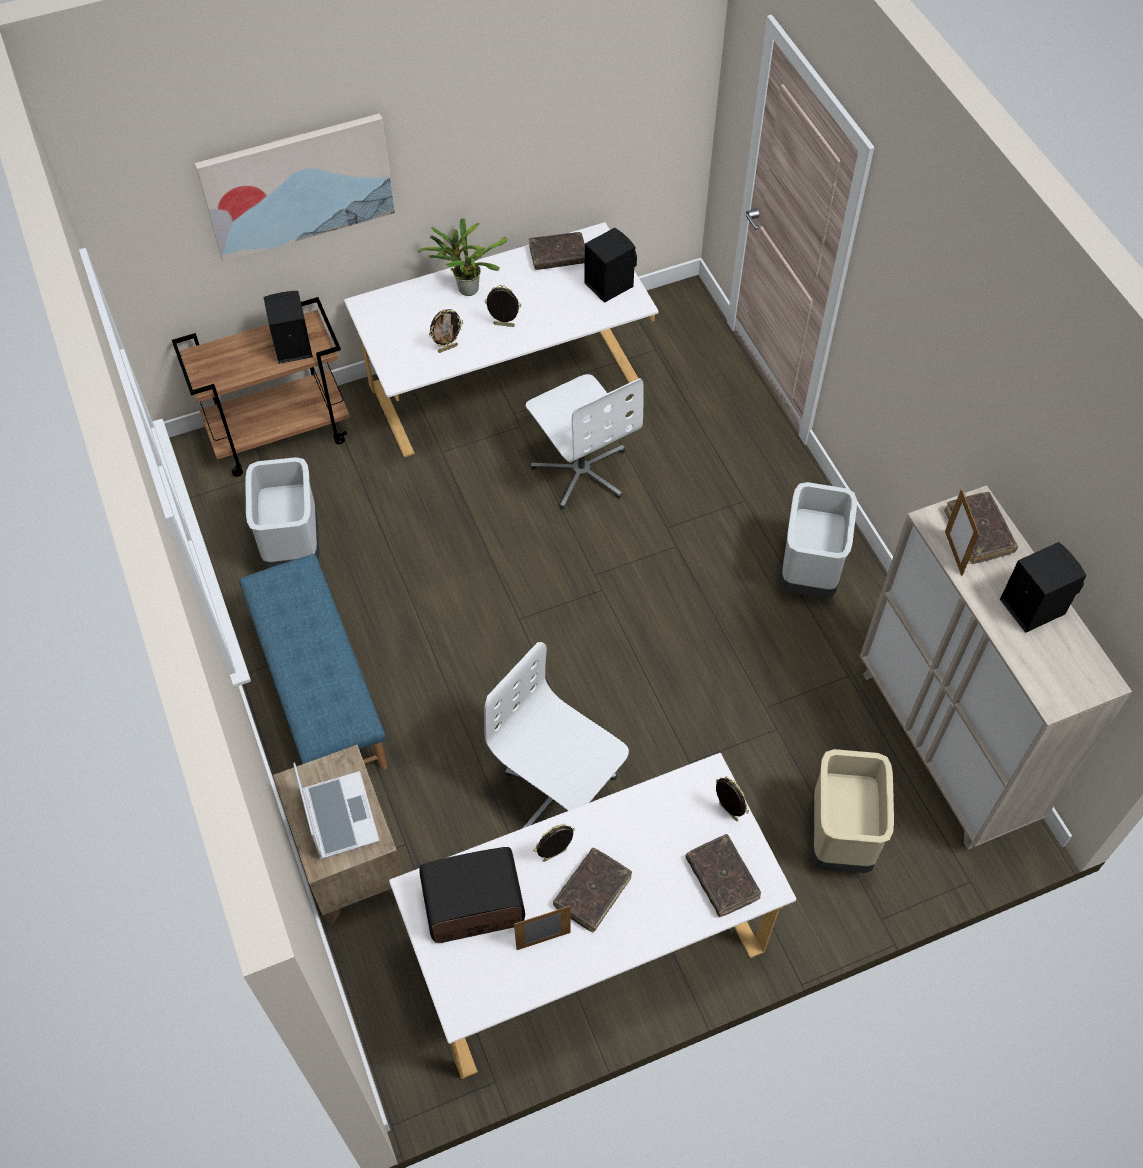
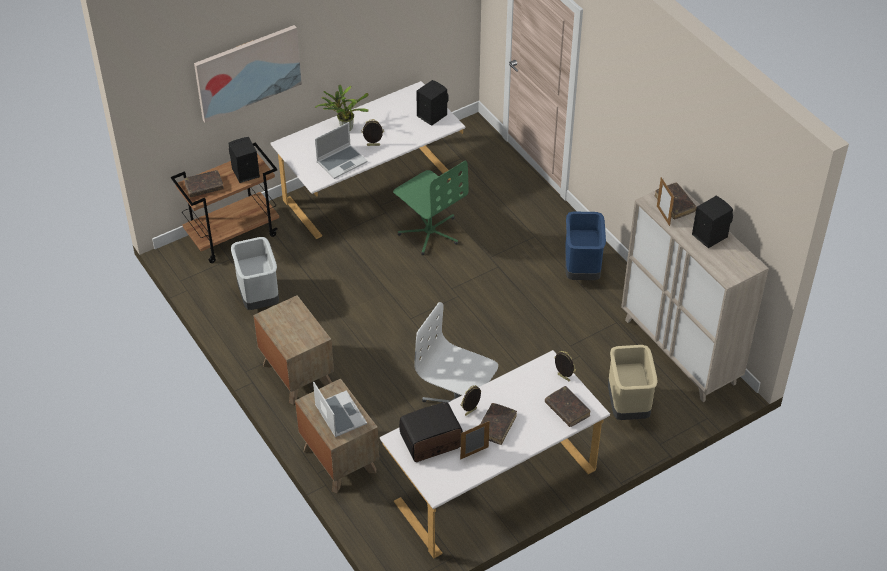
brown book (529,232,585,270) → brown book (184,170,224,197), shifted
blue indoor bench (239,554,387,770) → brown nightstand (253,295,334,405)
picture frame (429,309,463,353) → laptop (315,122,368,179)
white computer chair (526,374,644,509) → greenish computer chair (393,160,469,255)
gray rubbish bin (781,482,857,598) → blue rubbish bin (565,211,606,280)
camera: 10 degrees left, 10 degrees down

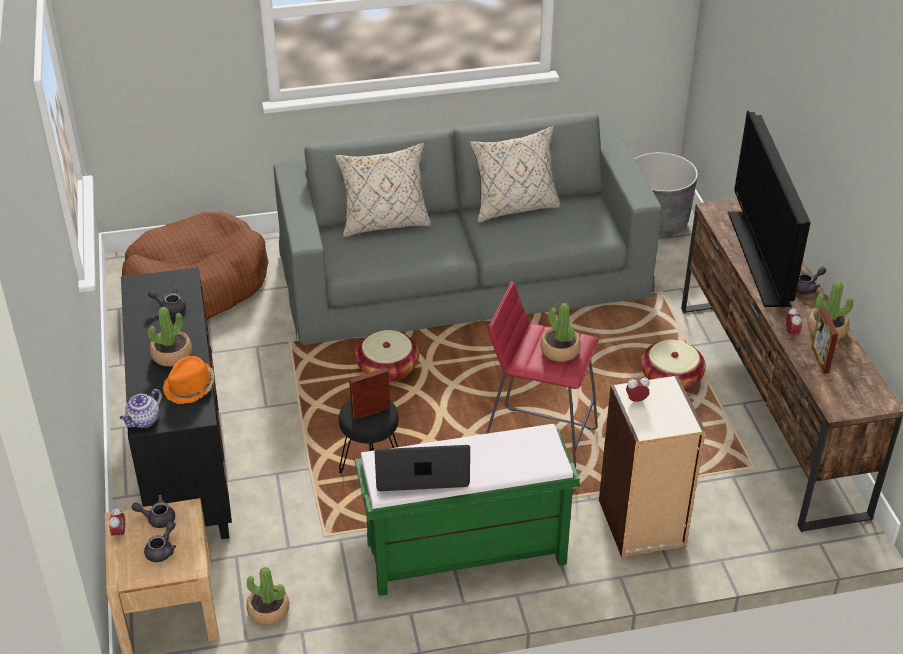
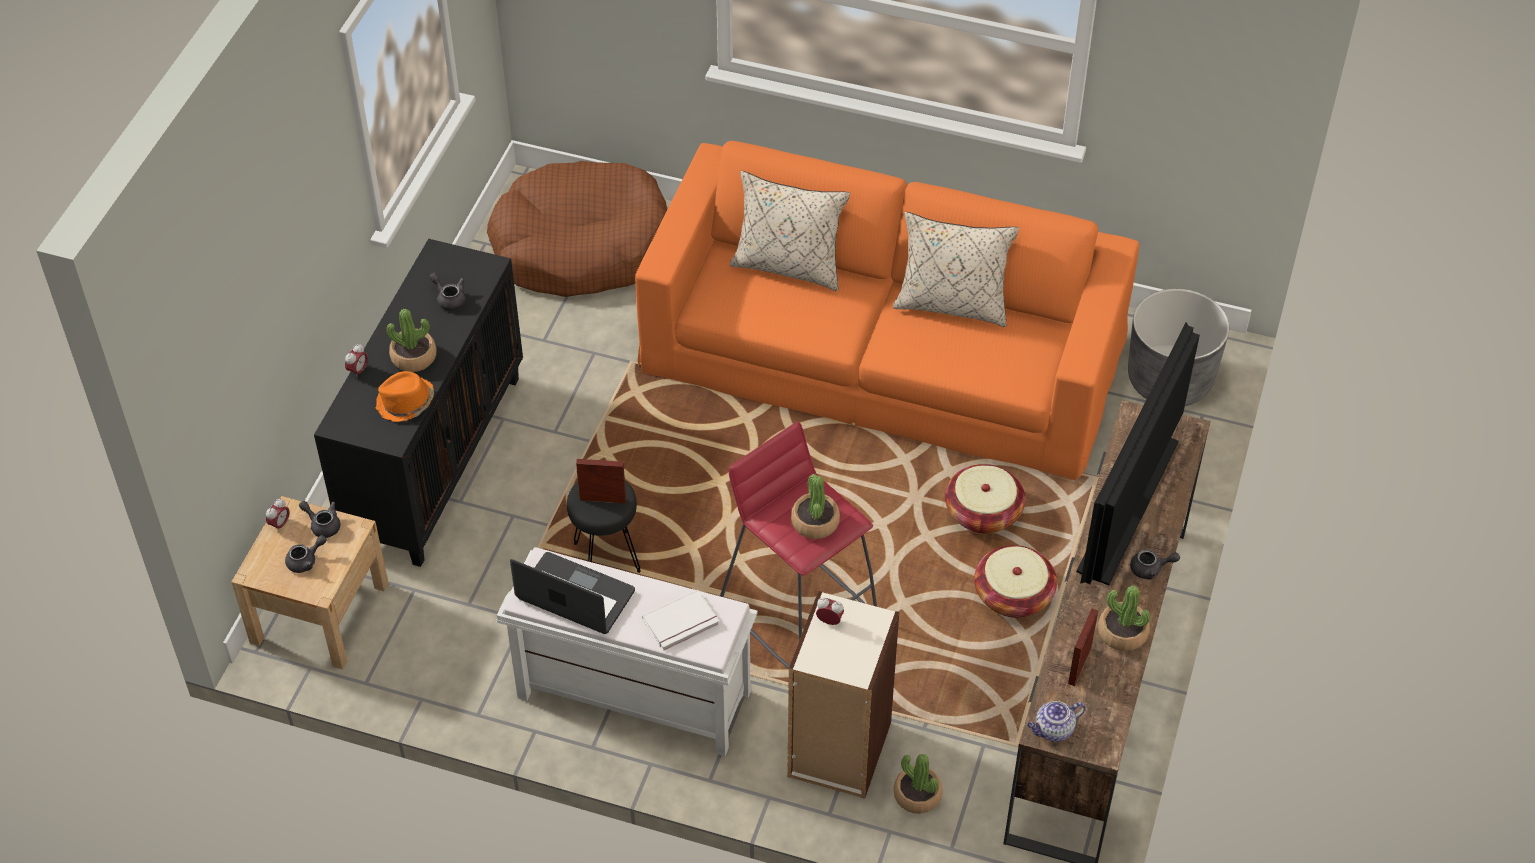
alarm clock (786,308,802,338) → alarm clock (345,344,368,376), shifted
greenish indoor bench (355,424,580,596) → white indoor bench (497,547,758,756)
gray couch (274,112,662,345) → orange-coloured couch (635,141,1139,480)
- → white book (642,590,719,651)
potted plant (246,567,290,625) → potted plant (893,754,943,814), shifted
storage basket (355,330,419,383) → storage basket (945,464,1025,534), shifted
pot for tea (120,389,162,428) → pot for tea (1027,701,1085,742), shifted
camera: 30 degrees right, 10 degrees up

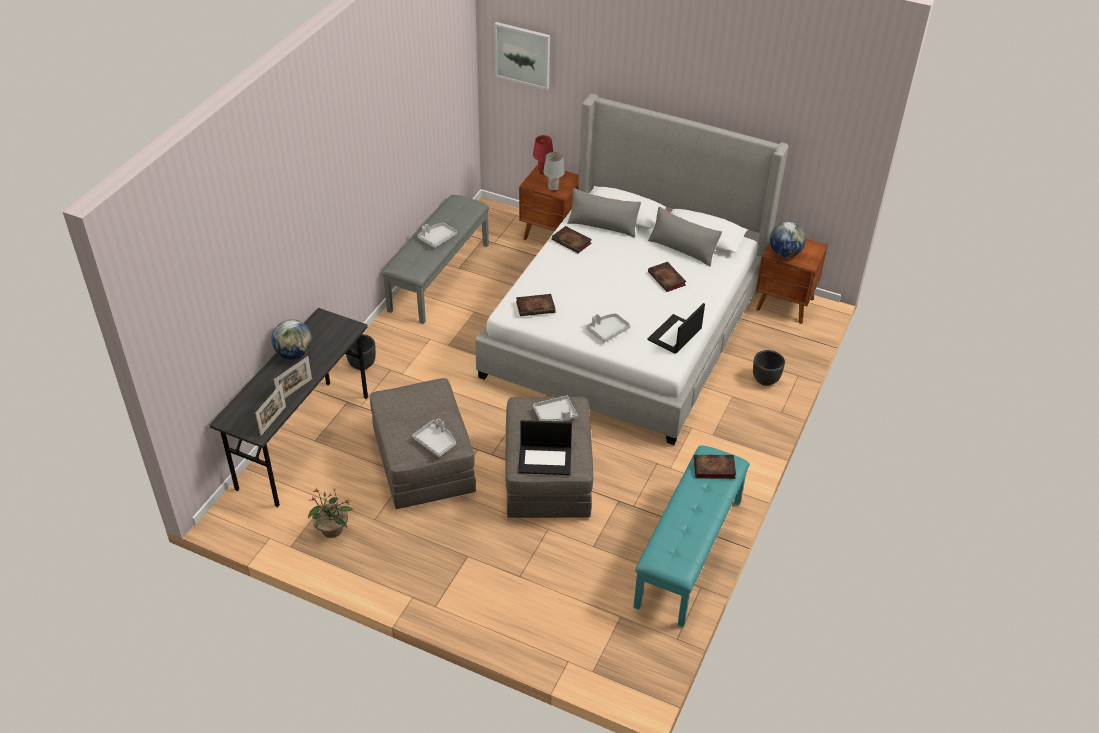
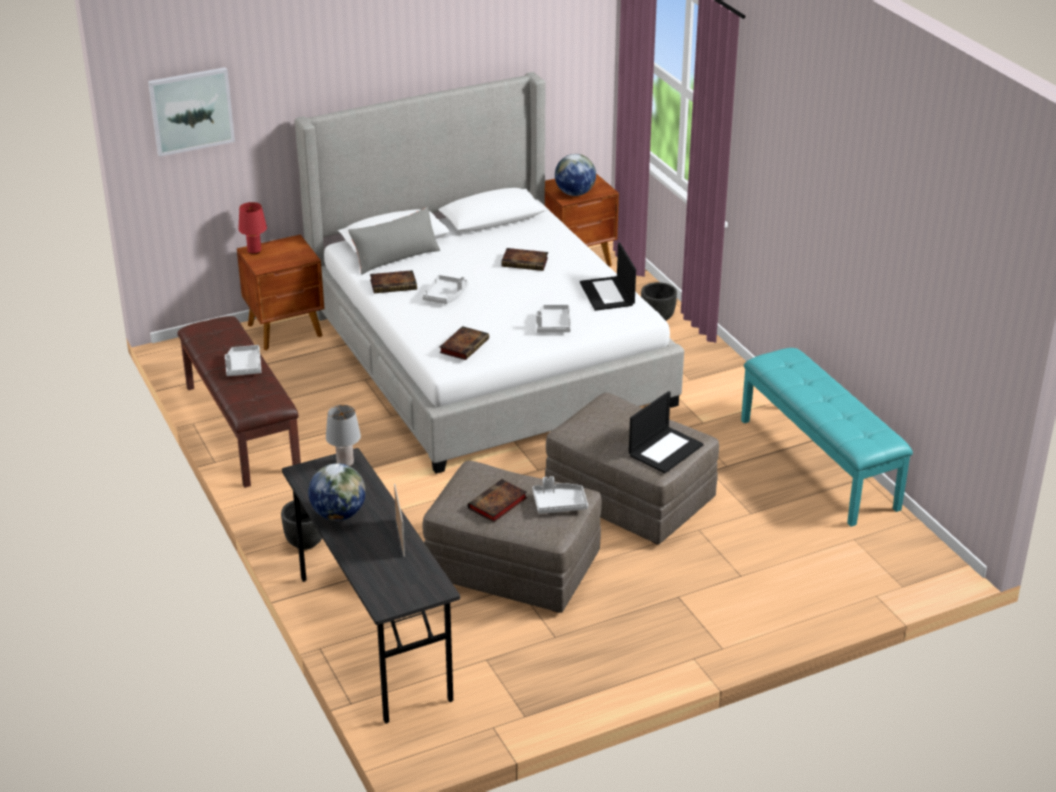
gray indoor bench (382,195,489,324) → brown indoor bench (177,316,301,488)
gray table lamp (543,152,565,191) → gray table lamp (326,405,361,467), shifted
gray serving tray (533,396,578,422) → gray serving tray (422,275,468,304), shifted
book (694,454,736,479) → book (468,479,527,522), shifted
picture frame (255,384,286,436) → -
potted plant (308,487,353,538) → -
gray pillow (648,206,722,267) → -
camera: 50 degrees left, 10 degrees down

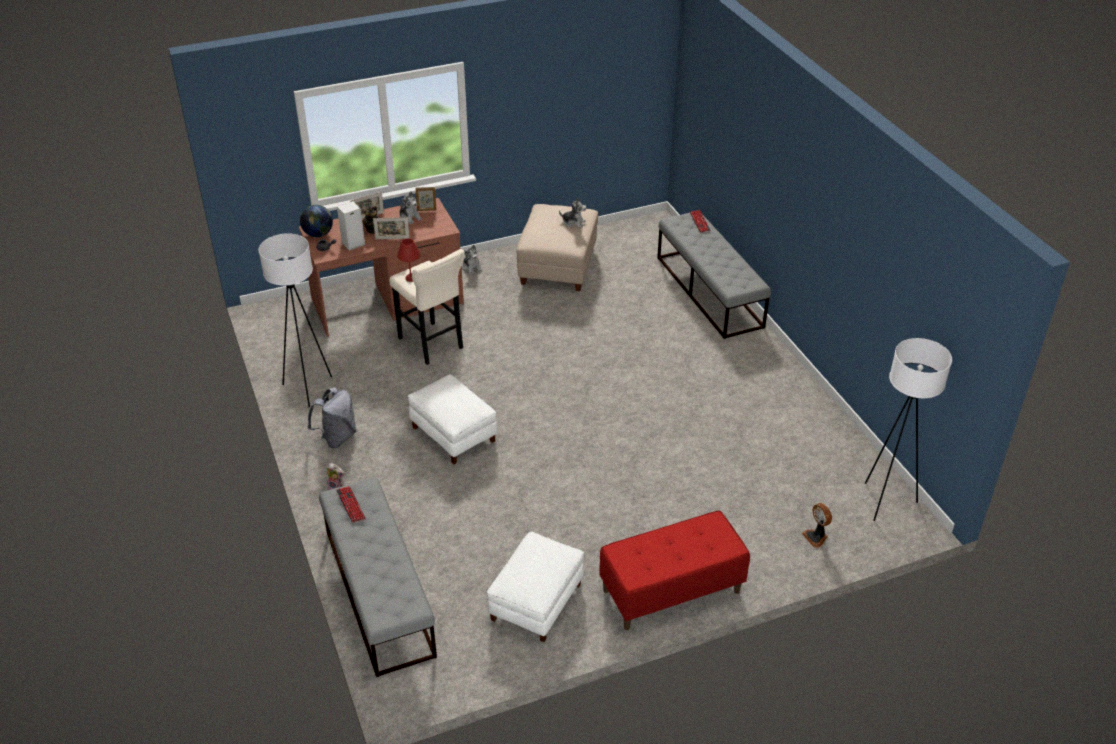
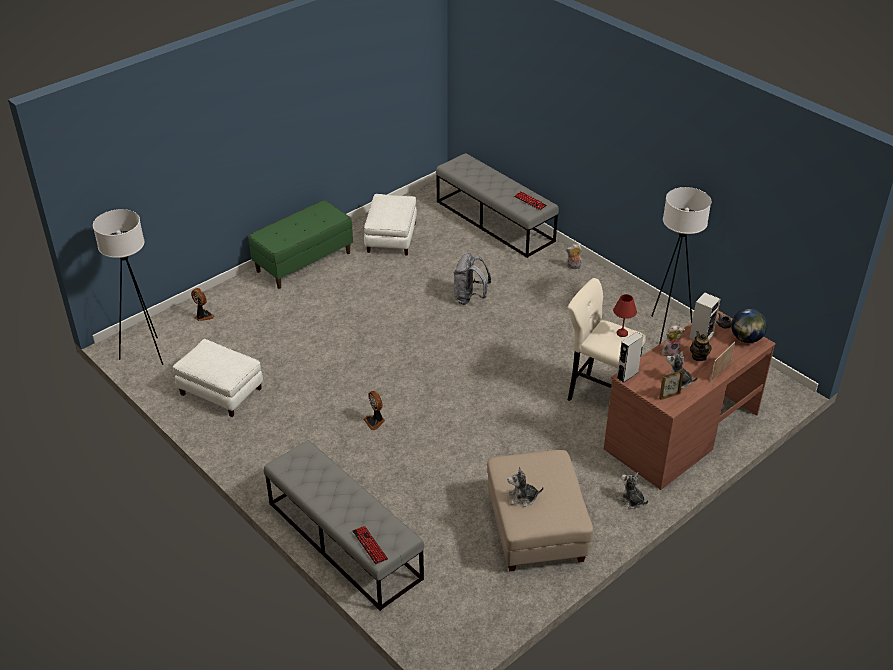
white ottoman (408,374,498,464) → white ottoman (173,339,263,417), shifted
red indoor bench (599,511,750,630) → greenish indoor bench (249,200,353,289)
- → cooling fan (364,391,385,430)
gray rucksack (307,387,357,448) → gray rucksack (453,253,491,305), shifted
- → gray speaker (617,332,643,383)
picture frame (373,217,410,239) → cuddly toy (662,325,685,356)
camera: 160 degrees right, 0 degrees up

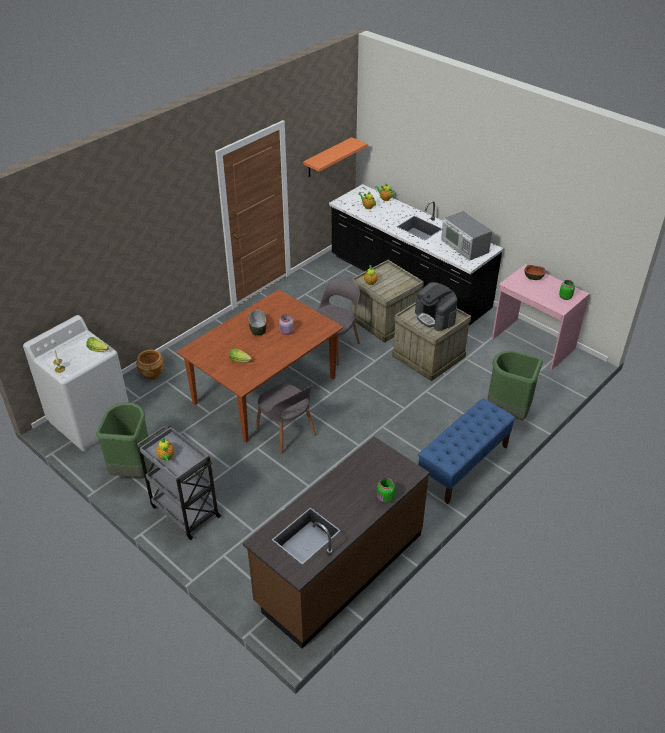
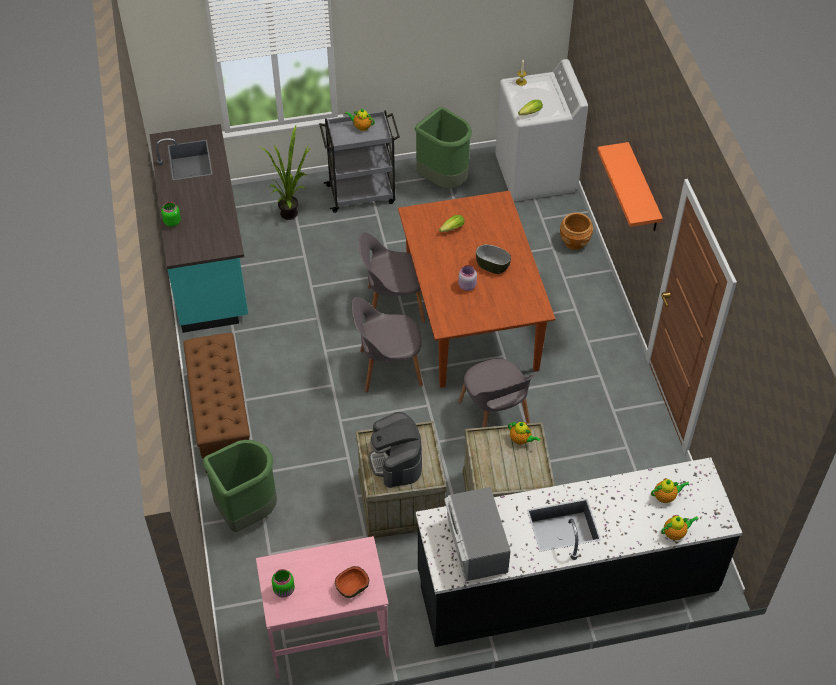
brown kitchen base unit (243,436,430,649) → blue-green kitchen base unit (150,124,248,333)
blue indoor bench (418,398,516,504) → brown indoor bench (183,333,250,473)
- → potted plant (258,125,311,220)
- → gray plain chair (352,297,423,392)
coffee maker (415,282,457,331) → coffee maker (369,412,422,488), 105 degrees counterclockwise
microwave (441,211,492,261) → microwave (444,487,511,581), 105 degrees counterclockwise
orange-coloured shelf (303,137,367,177) → orange-coloured shelf (597,142,663,231), shifted
camera: 125 degrees right, 10 degrees up

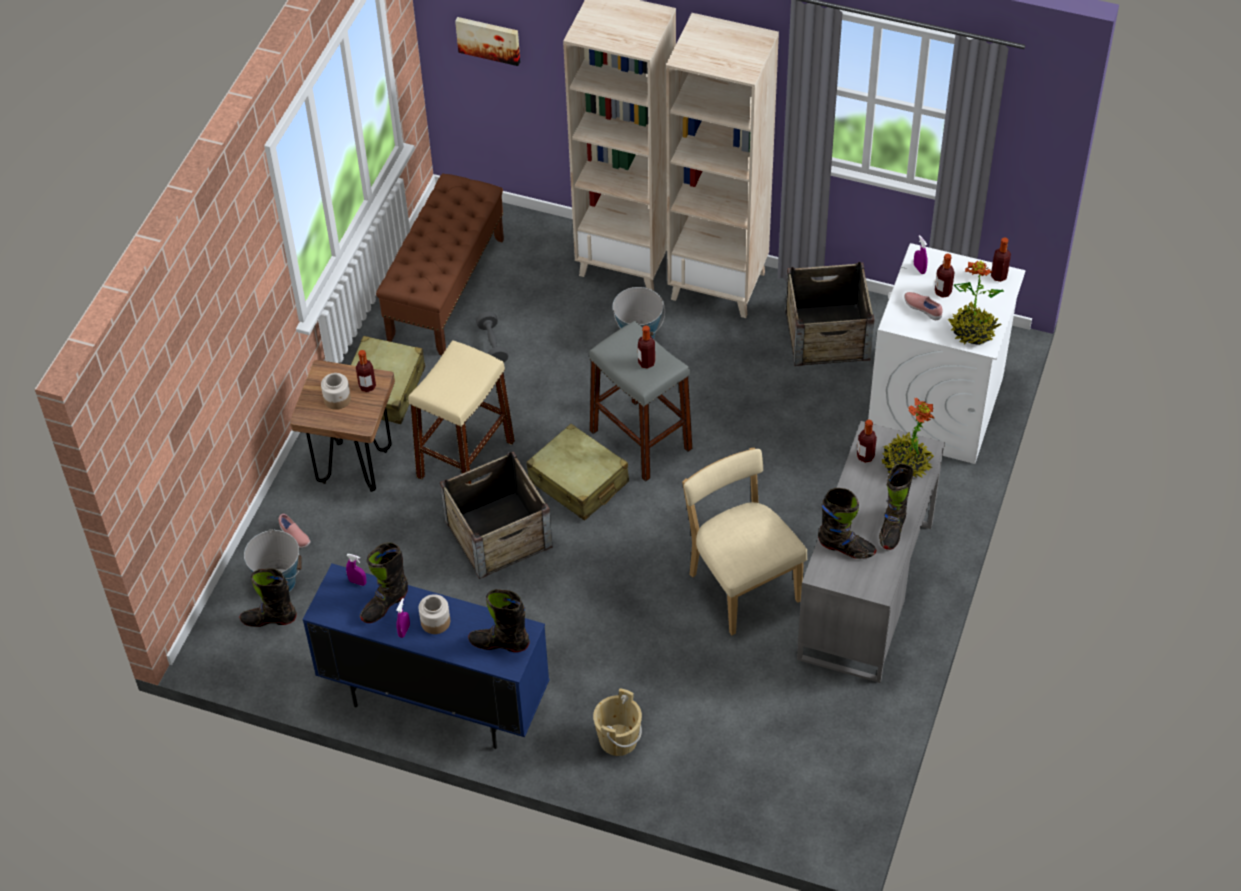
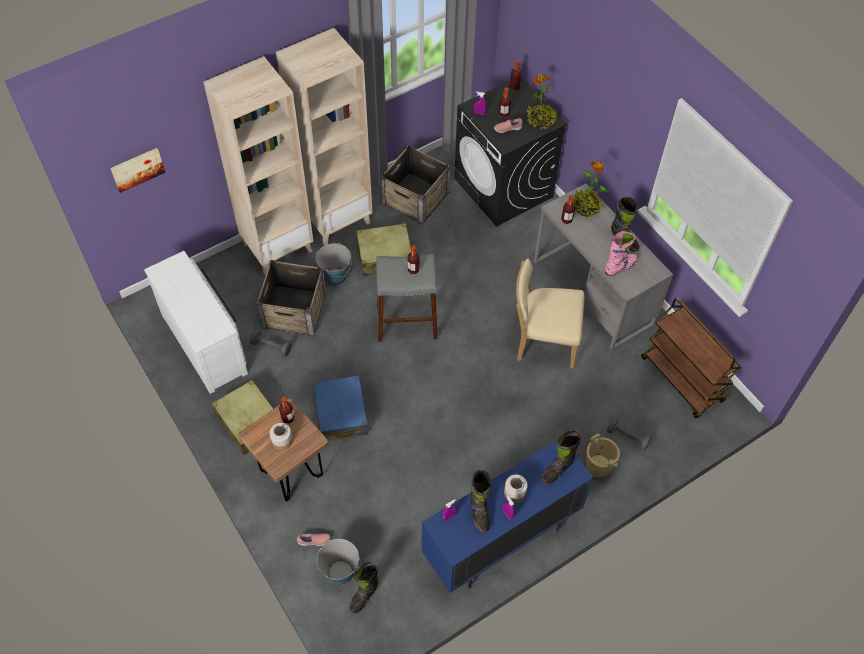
brown indoor bench (376,174,504,355) → white chest of drawers (144,251,248,394)
crate (440,451,552,579) → crate (256,260,326,336), shifted
beige stool seat (408,340,515,484) → blue suitcase (313,375,368,440)
beige suitcase (526,424,629,521) → beige suitcase (356,223,413,276), shifted
white laundry machine (868,243,1026,464) → black-coloured laundry machine (454,77,567,227)
black-coloured high-top boot (818,488,877,559) → pink-coloured high-top boot (605,231,638,276)
- → gray hand weight (607,418,651,450)
- → brown trolley (641,298,741,418)
camera: 55 degrees left, 5 degrees up

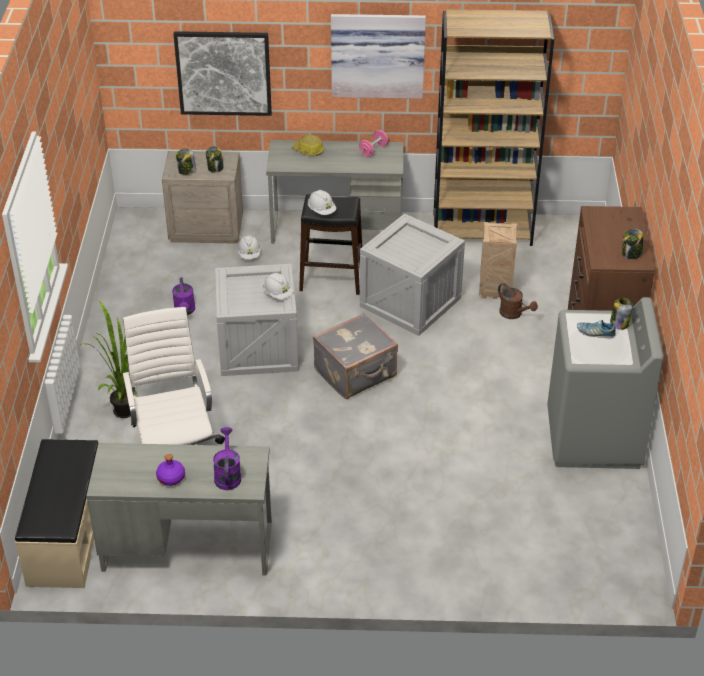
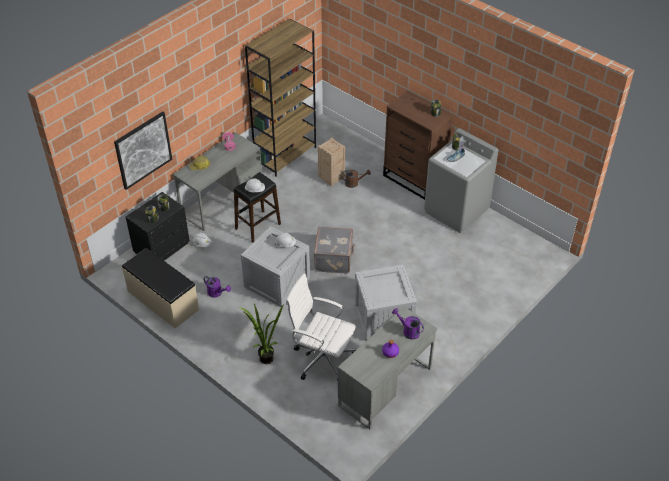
beige indoor bench (15,439,98,588) → beige indoor bench (122,248,199,328), shifted
beige nightstand (162,151,243,244) → black-coloured nightstand (126,192,190,261)
crate (360,213,465,336) → crate (354,265,417,341), shifted
wall picture (331,14,426,99) → -
camera: 50 degrees left, 5 degrees up

